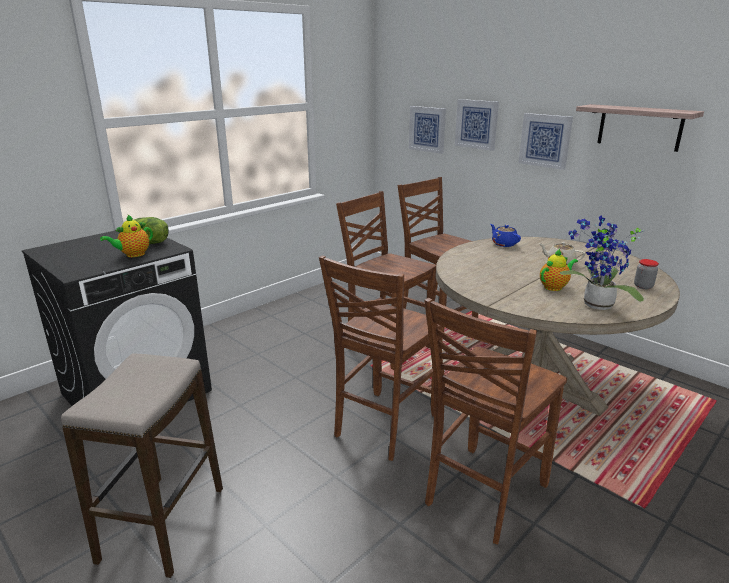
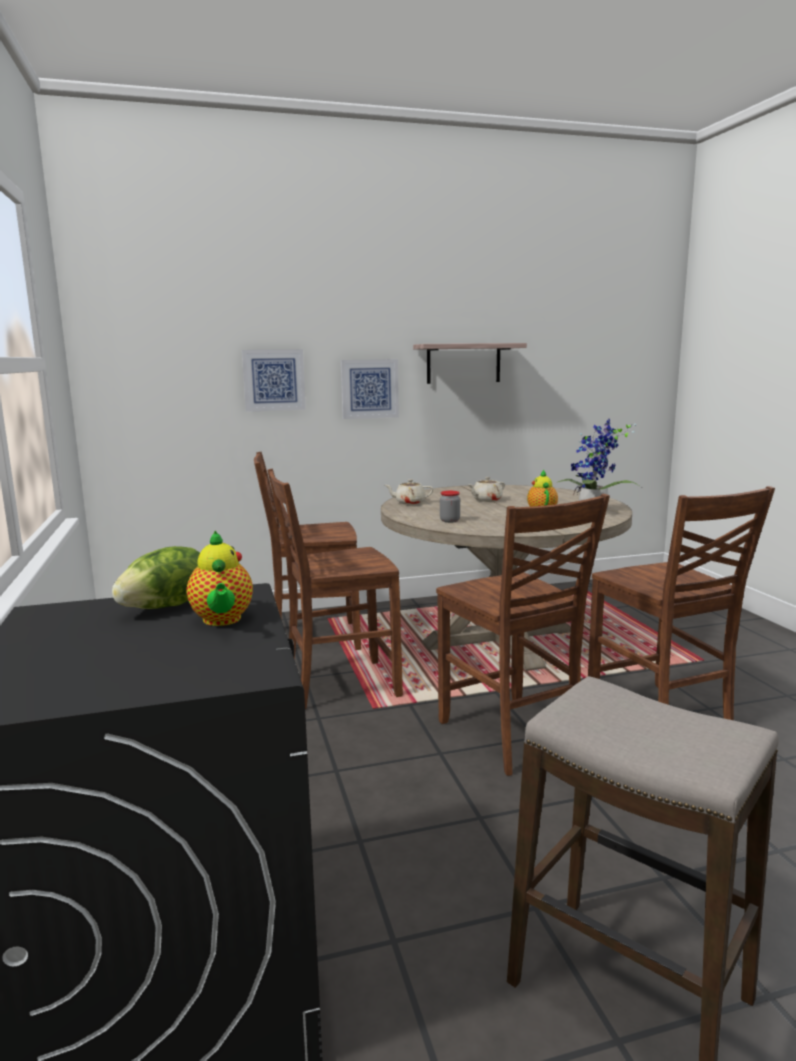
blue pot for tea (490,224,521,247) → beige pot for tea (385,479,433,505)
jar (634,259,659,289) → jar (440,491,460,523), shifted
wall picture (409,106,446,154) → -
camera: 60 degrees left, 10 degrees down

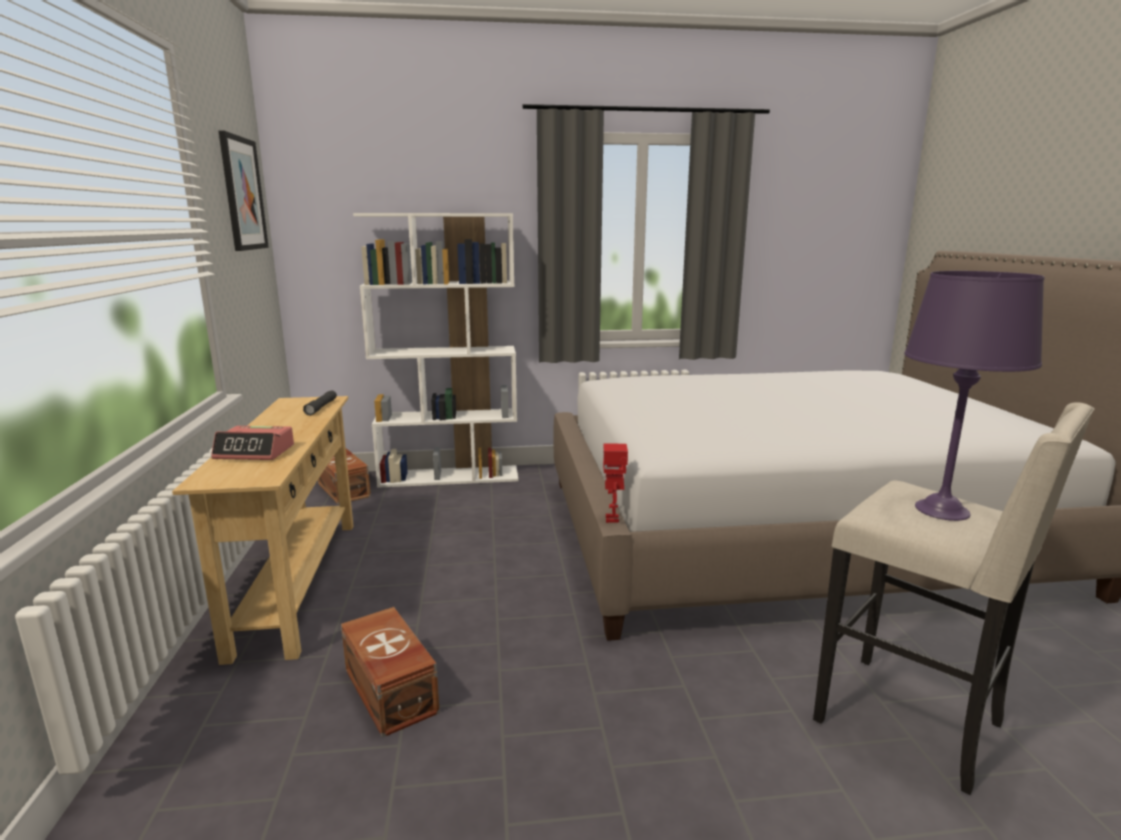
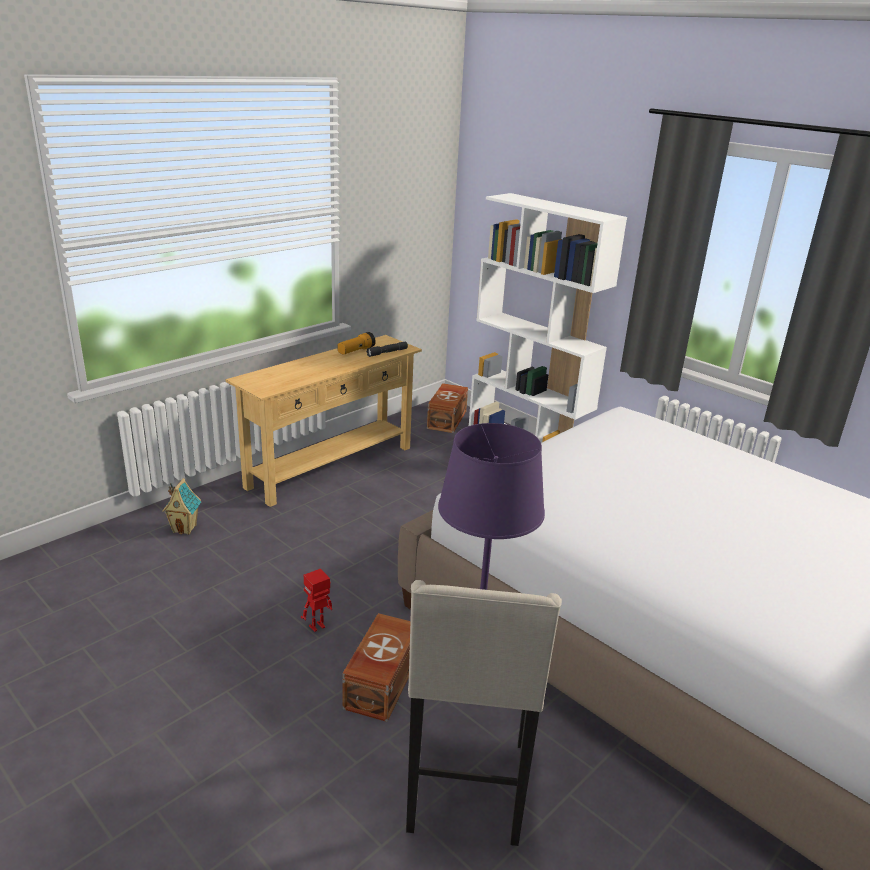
- → toy house (162,478,201,535)
toy robot (603,443,628,523) → toy robot (301,569,332,632), shifted
- → torch (337,332,376,355)
brown storage container (341,607,440,738) → brown storage container (342,613,410,722), shifted
alarm clock (211,426,294,460) → -
wall picture (219,130,269,251) → -
camera: 50 degrees right, 10 degrees up

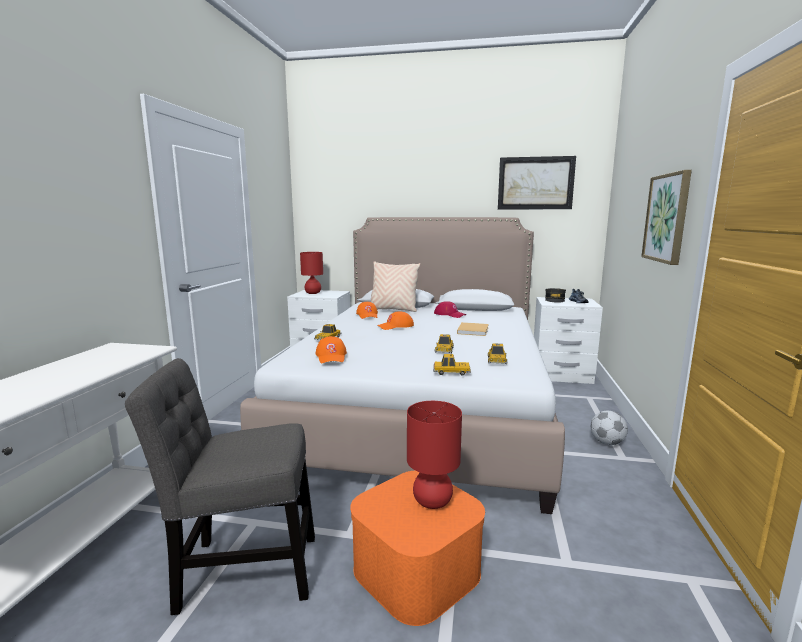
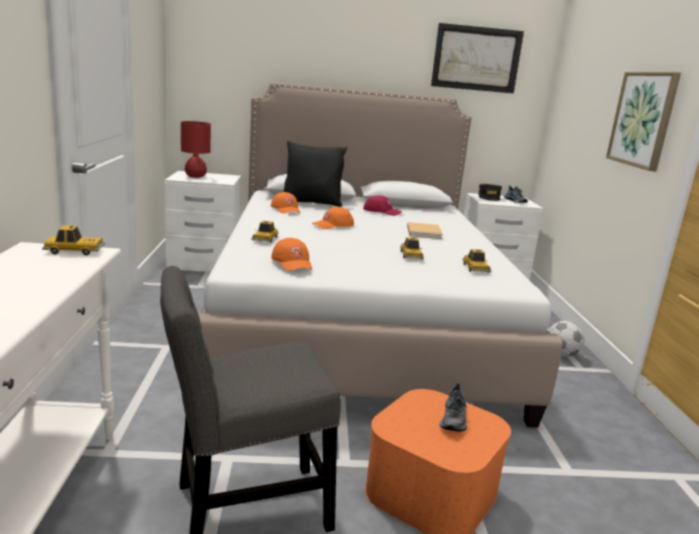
miniature car (433,354,471,376) → miniature car (42,225,104,255), shifted
beige pillow (371,261,420,312) → black-coloured pillow (284,141,347,207)
red table lamp (407,401,462,509) → shoe (439,383,467,432)
camera: 15 degrees left, 5 degrees up

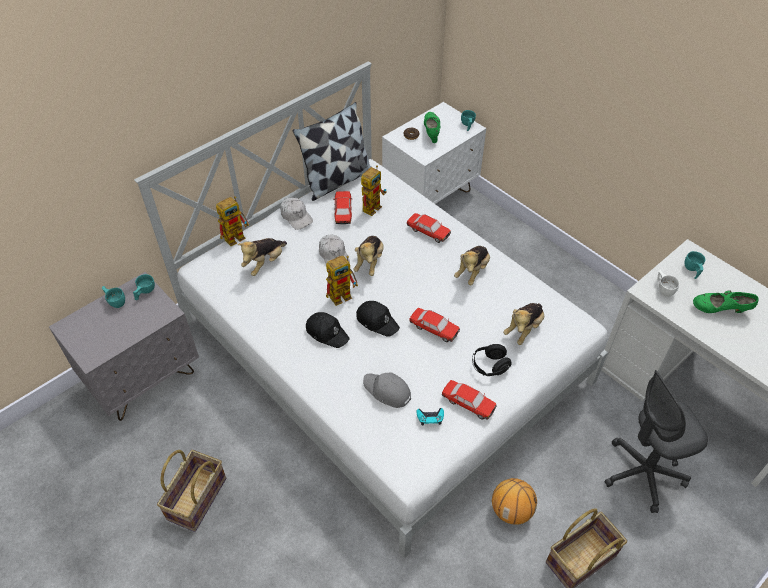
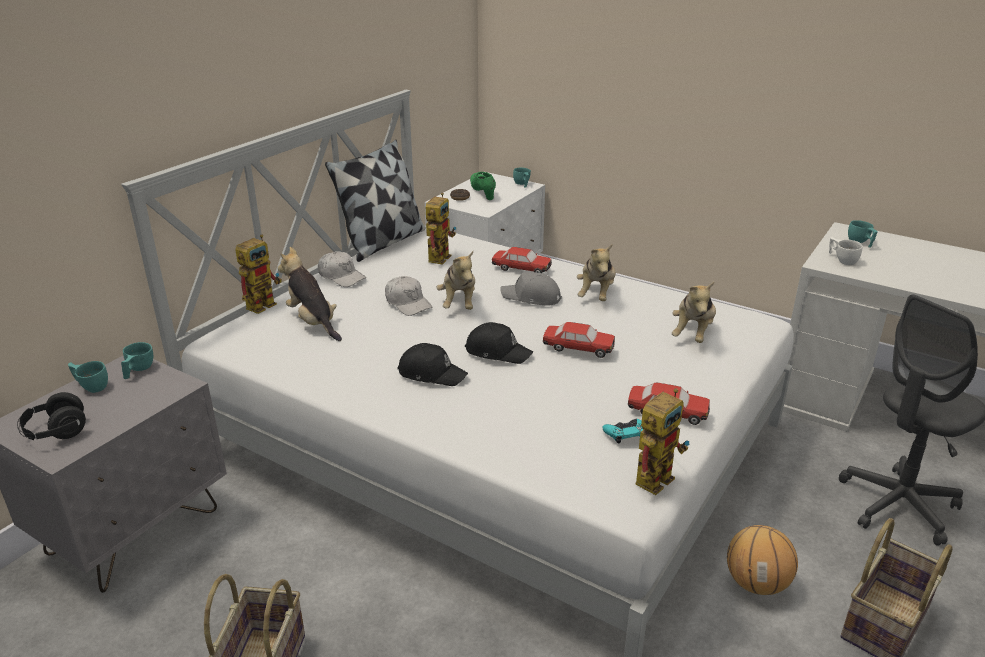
black-coloured pair of headphones (472,344,512,376) → black-coloured pair of headphones (17,392,86,440), shifted
cuddly toy (238,238,287,276) → cuddly toy (278,247,342,341), 120 degrees clockwise
gray peaked cap (363,373,411,408) → gray peaked cap (500,272,562,306), shifted
toy robot (326,255,358,306) → toy robot (635,389,690,495), shifted
miniature car (333,191,352,224) → -
greenish shoe (693,290,758,313) → -
camera: 15 degrees left, 20 degrees down

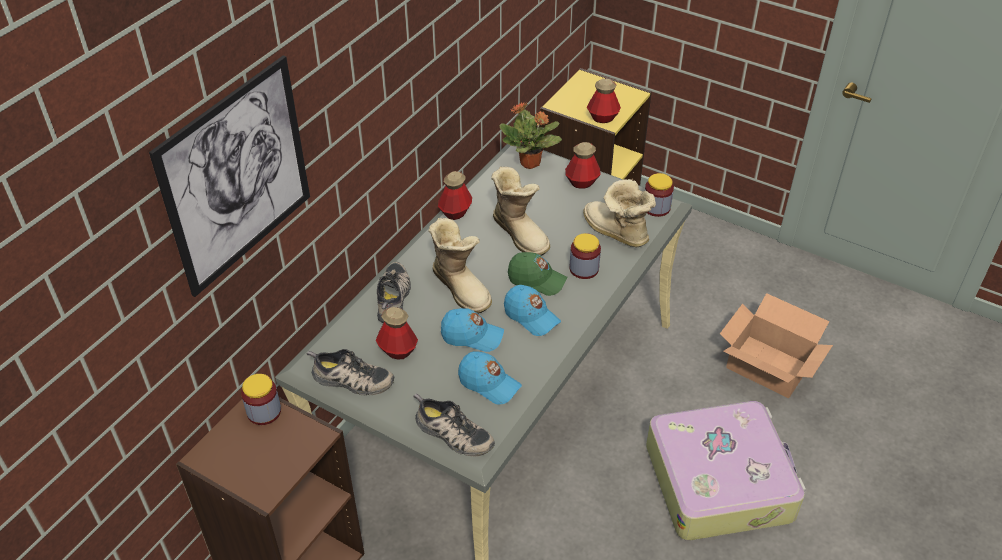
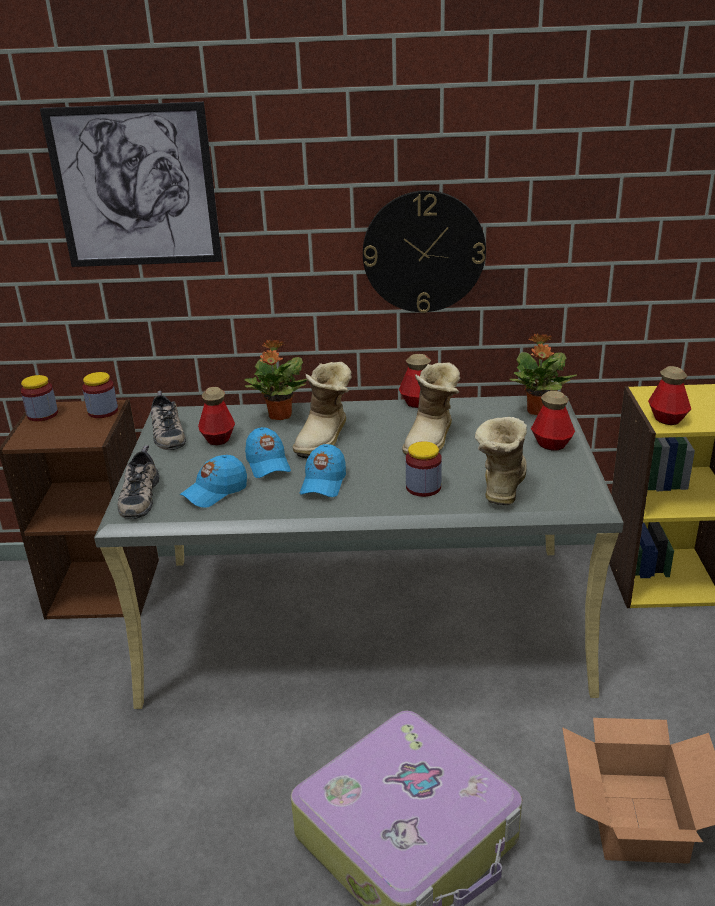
jar (645,173,674,217) → jar (21,375,58,421), shifted
blue peaked cap (458,351,522,405) → blue peaked cap (180,455,247,508), 45 degrees clockwise
shoe (377,262,411,323) → potted plant (245,339,307,420)
- → hanging clock (363,190,486,313)
greenish peaked cap (508,252,568,296) → -
camera: 60 degrees right, 15 degrees down

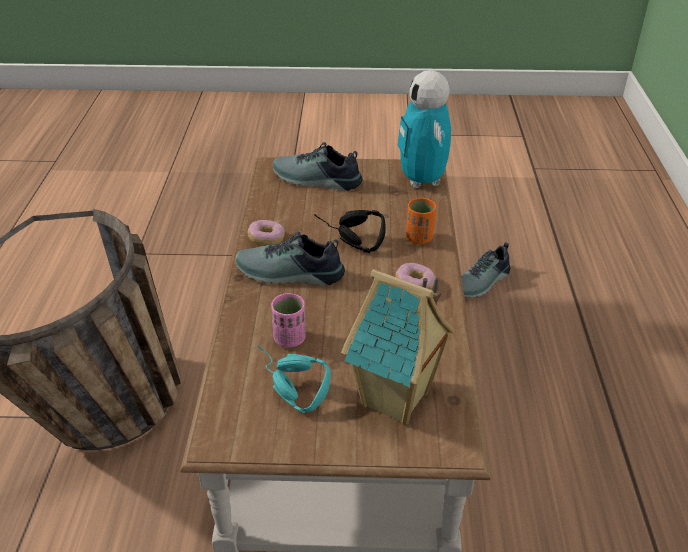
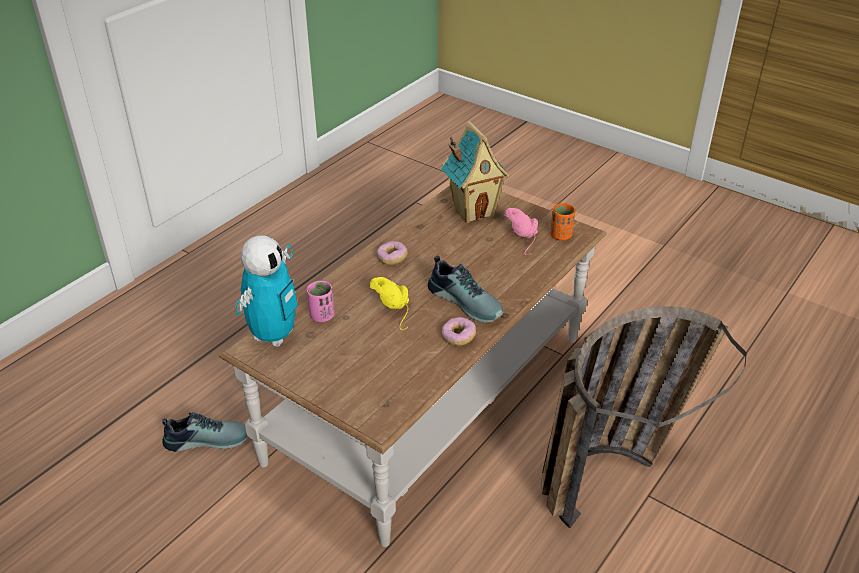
pink-coloured cup (271,293,306,347) → pink-coloured cup (307,281,335,322), shifted
black-coloured pair of headphones (314,210,386,253) → yellow-coloured pair of headphones (370,277,409,330)
blue-green pair of headphones (256,345,331,413) → pink-coloured pair of headphones (504,208,538,256)
orange-coloured cup (406,198,436,244) → orange-coloured cup (550,203,575,241), shifted
shoe (273,142,363,191) → -
camera: 145 degrees left, 0 degrees up

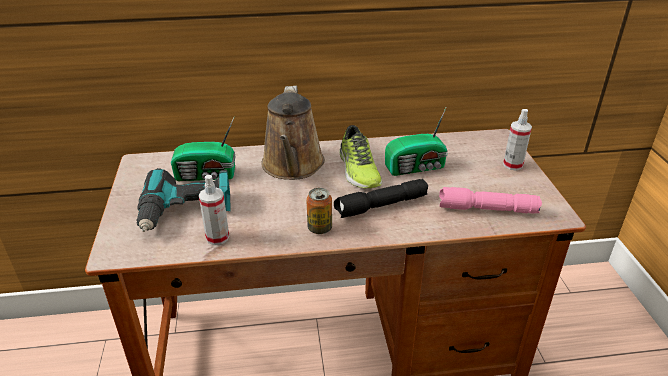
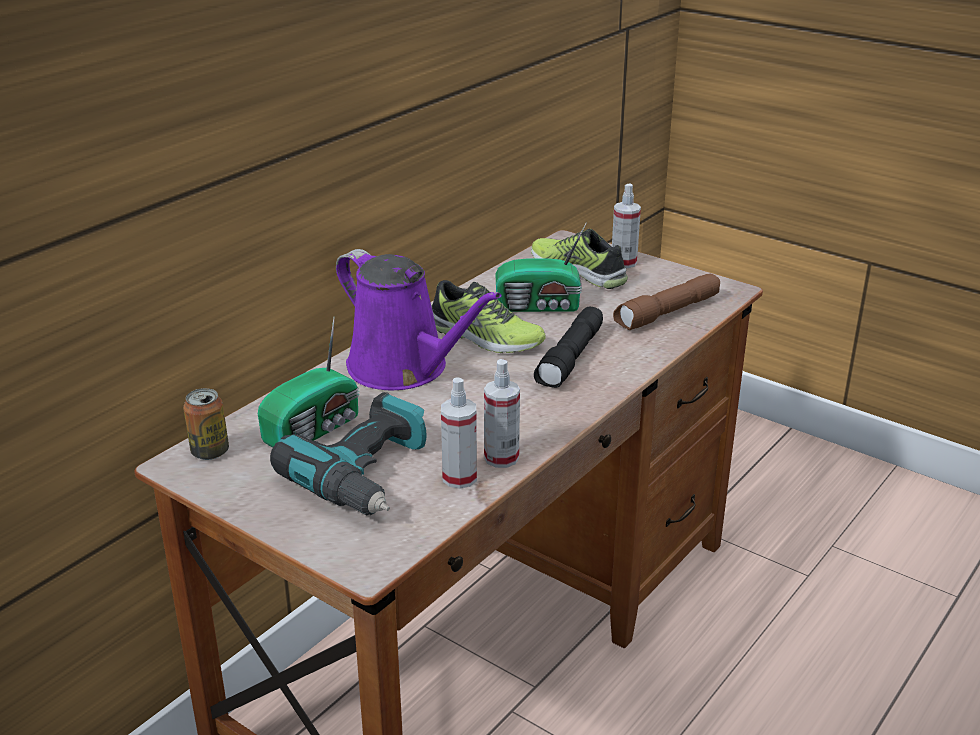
sealed can (306,188,332,234) → sealed can (183,388,229,460), shifted
brown watering can (261,86,325,180) → purplish watering can (336,249,501,390)
- → hand sprayer (484,359,520,468)
radio set (385,106,448,176) → radio set (496,224,586,312), 60 degrees clockwise
- → shoe (531,229,628,289)
pink-coloured torch (439,187,542,214) → brown torch (613,274,720,330)
camera: 45 degrees left, 5 degrees down

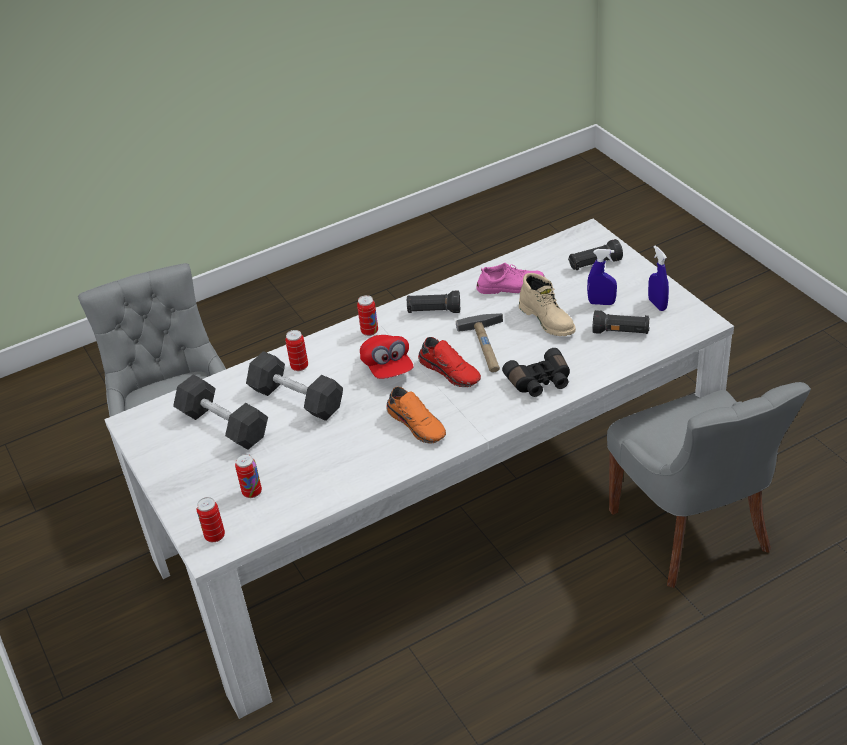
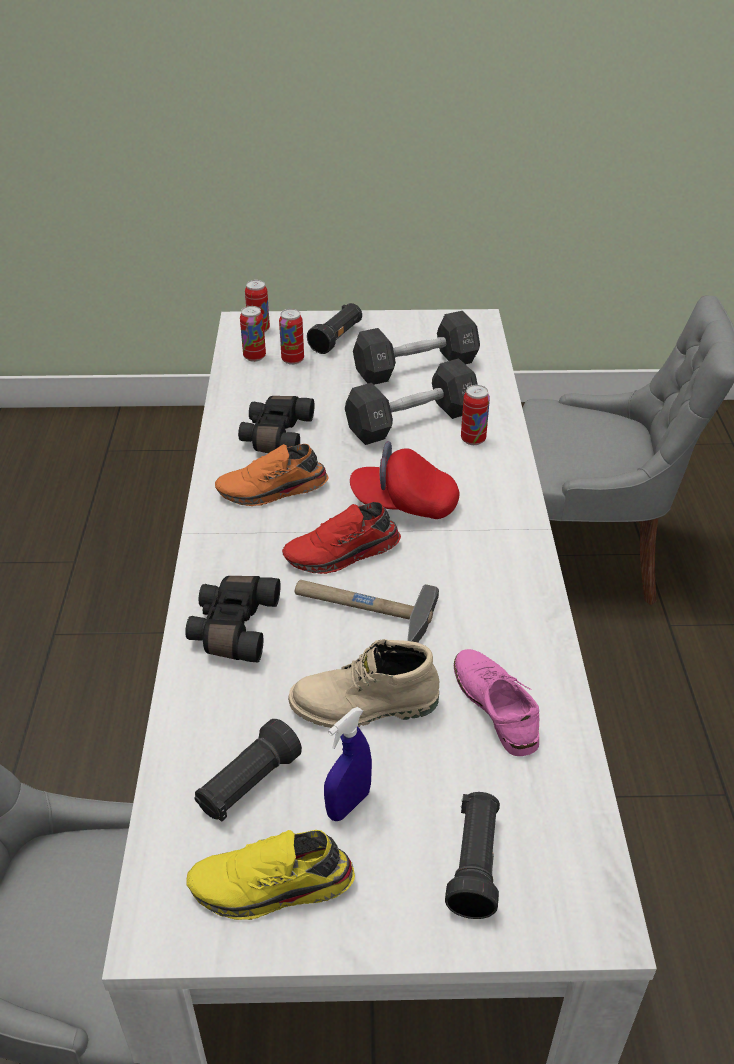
blue hand sprayer (648,246,669,311) → yellow-coloured shoe (187,830,355,920)
- → black-coloured binoculars (238,396,315,453)
sealed can (357,295,378,336) → sealed can (240,306,266,362), shifted
black-coloured torch (407,290,460,313) → black-coloured torch (307,303,362,354), shifted
pink-coloured shoe (476,263,545,294) → pink-coloured shoe (454,649,539,756), 135 degrees clockwise
camera: 115 degrees right, 0 degrees up

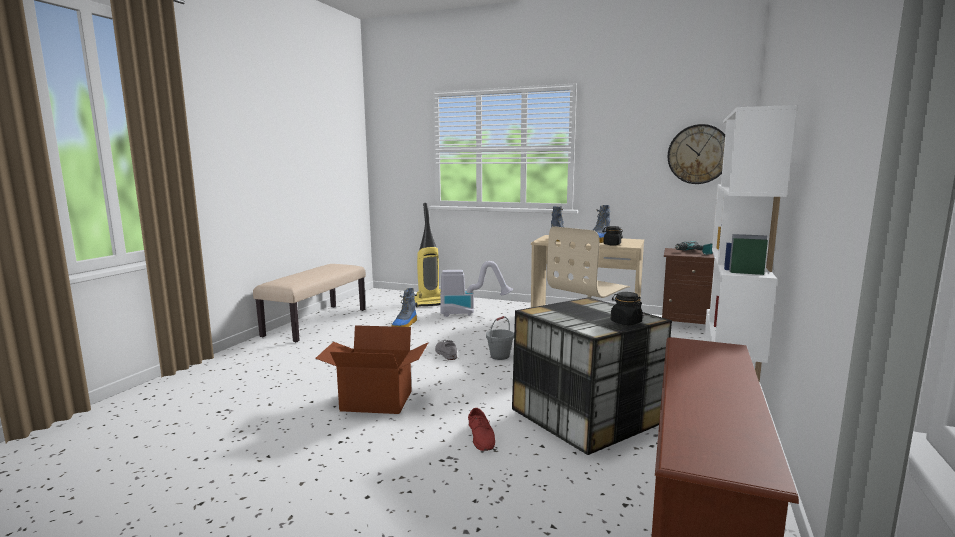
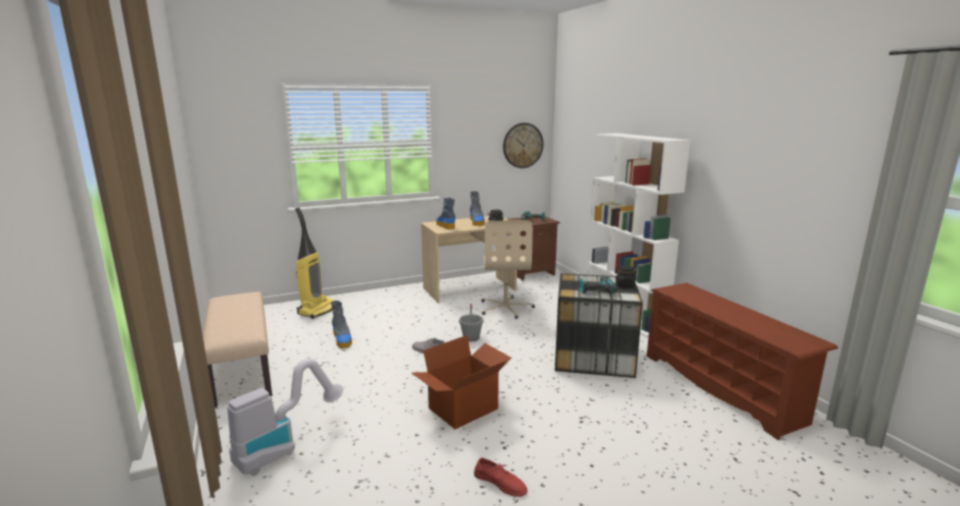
vacuum (440,261,513,317) → vacuum (227,358,343,476), shifted
red shoe (468,408,495,451) → red shoe (474,458,528,497), shifted
- → power drill (579,276,617,294)
camera: 45 degrees left, 5 degrees up

